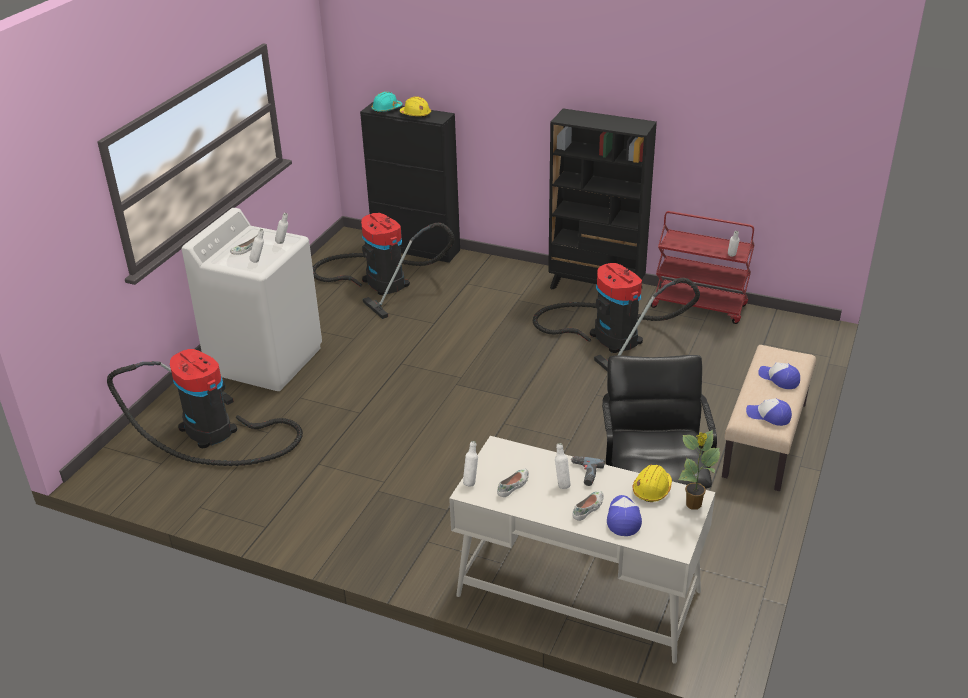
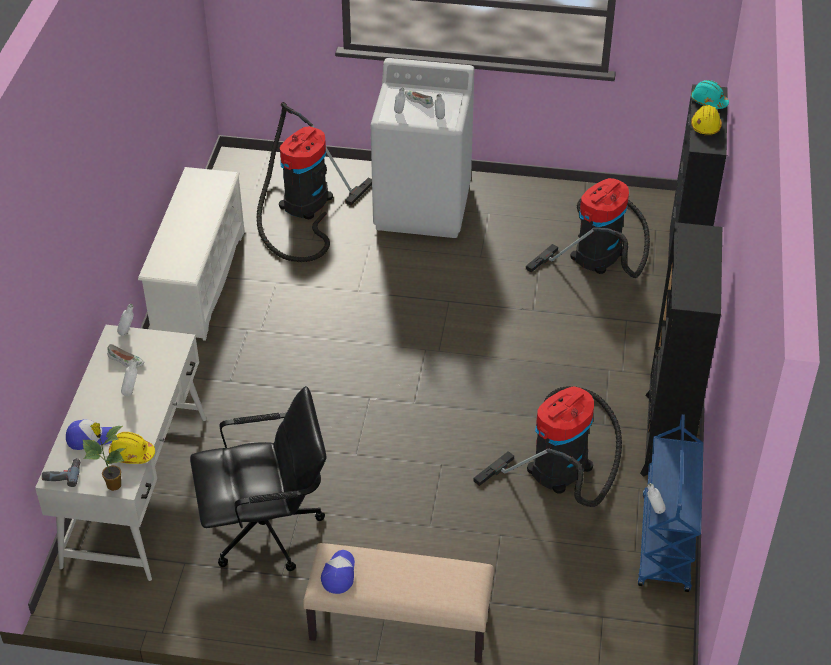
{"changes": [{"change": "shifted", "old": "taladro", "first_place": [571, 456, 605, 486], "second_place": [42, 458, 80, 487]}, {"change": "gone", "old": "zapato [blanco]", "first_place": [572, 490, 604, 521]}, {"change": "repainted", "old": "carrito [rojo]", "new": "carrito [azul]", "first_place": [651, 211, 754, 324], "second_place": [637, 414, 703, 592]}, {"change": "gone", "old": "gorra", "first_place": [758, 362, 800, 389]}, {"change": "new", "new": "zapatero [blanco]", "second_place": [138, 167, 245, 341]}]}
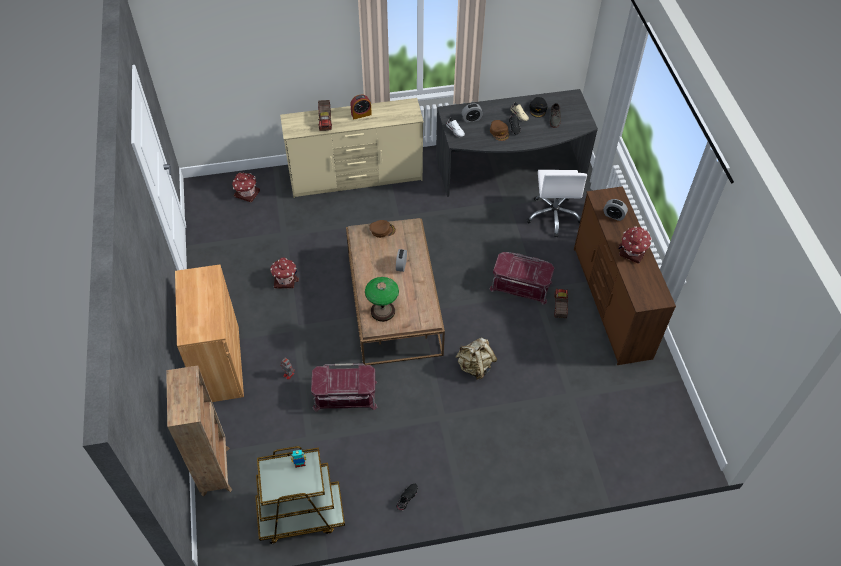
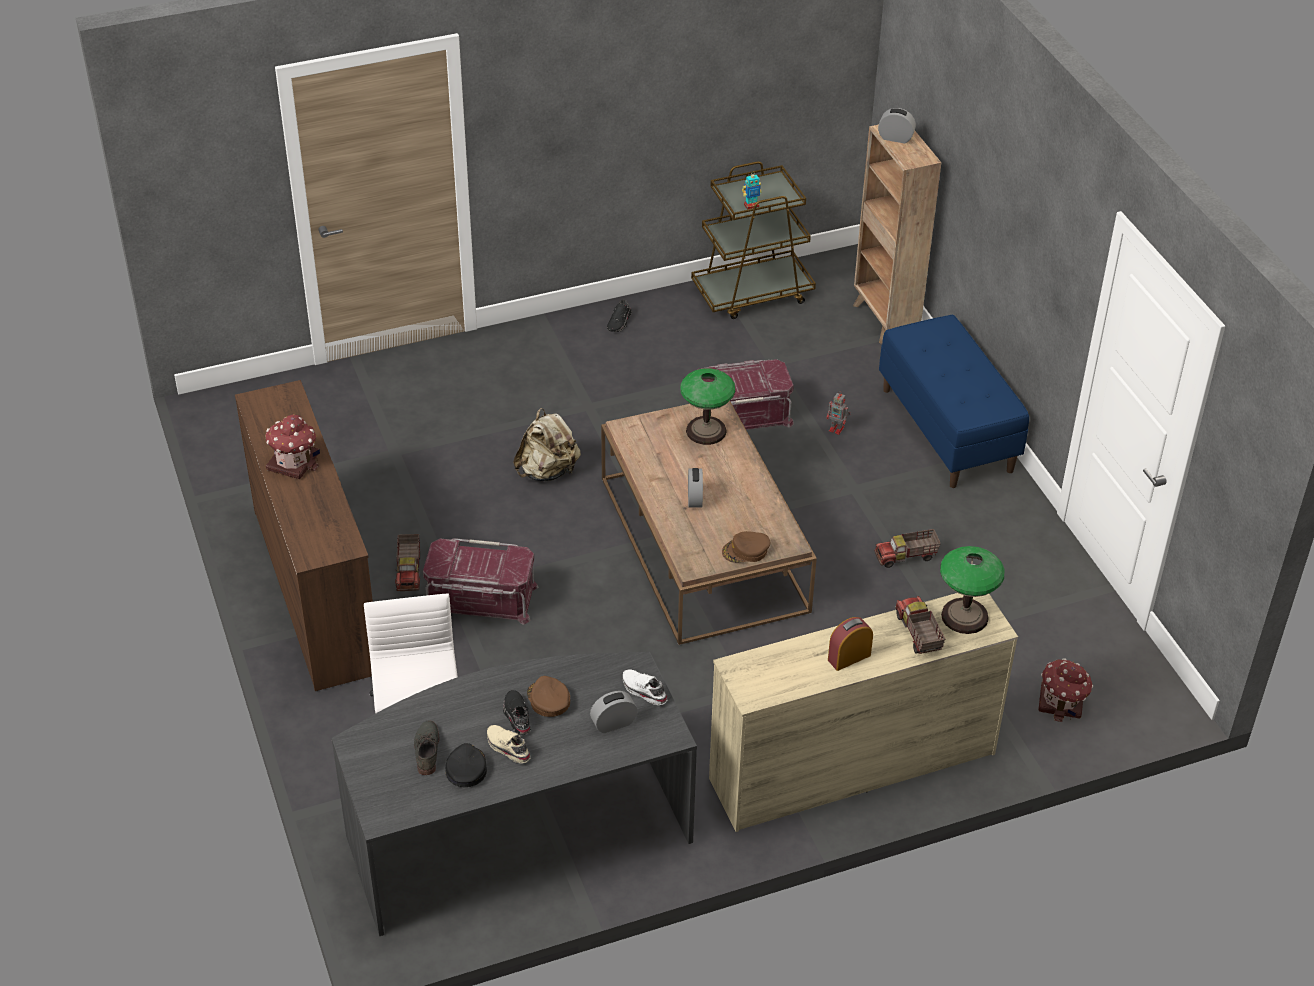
{"changes": [{"change": "swapped", "old": "armario [marrón]", "new": "banco [azul]", "first_place": [175, 264, 244, 402], "second_place": [879, 315, 1029, 488]}, {"change": "swapped", "old": "casita", "new": "camión de juguete", "first_place": [270, 257, 299, 288], "second_place": [875, 529, 941, 568]}, {"change": "shifted", "old": "despertador", "first_place": [603, 199, 628, 221], "second_place": [878, 108, 916, 144]}, {"change": "new", "new": "lámpara de mesa", "second_place": [940, 546, 1005, 634]}]}
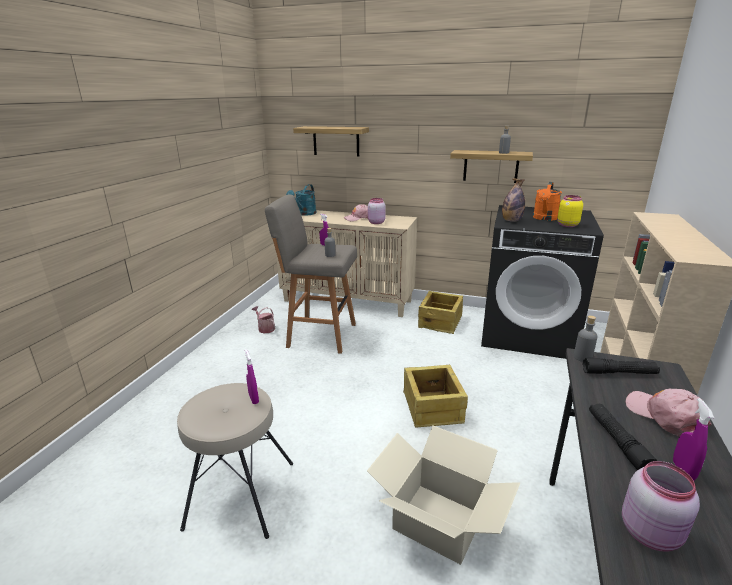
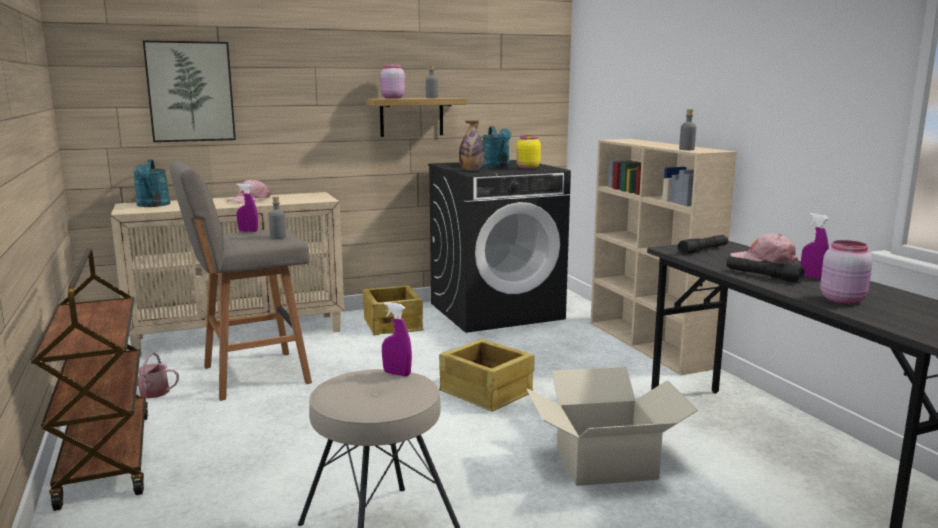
{"changes": [{"change": "swapped", "old": "estante", "new": "cuadro", "first_place": [293, 126, 369, 156], "second_place": [143, 40, 236, 142]}, {"change": "shifted", "old": "tarro [rosa]", "first_place": [368, 198, 386, 224], "second_place": [381, 65, 405, 98]}, {"change": "repainted", "old": "regadera [naranja]", "new": "regadera [turquesa]", "first_place": [533, 182, 562, 221], "second_place": [482, 126, 512, 168]}, {"change": "shifted", "old": "botella [gris]", "first_place": [574, 315, 597, 362], "second_place": [679, 109, 696, 150]}, {"change": "new", "new": "carrito [marrón]", "second_place": [31, 248, 148, 511]}]}
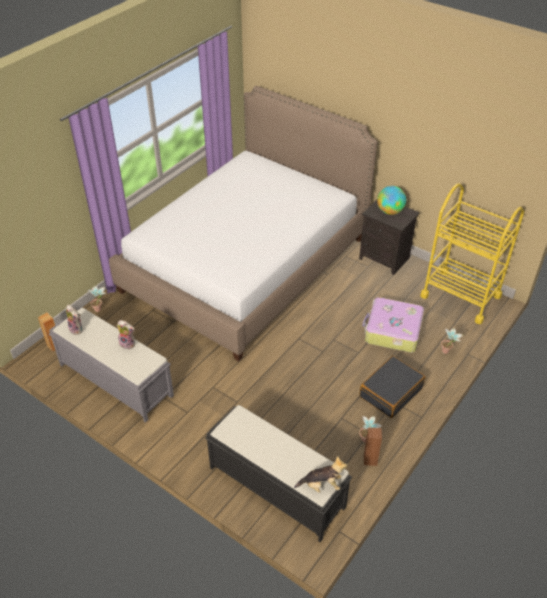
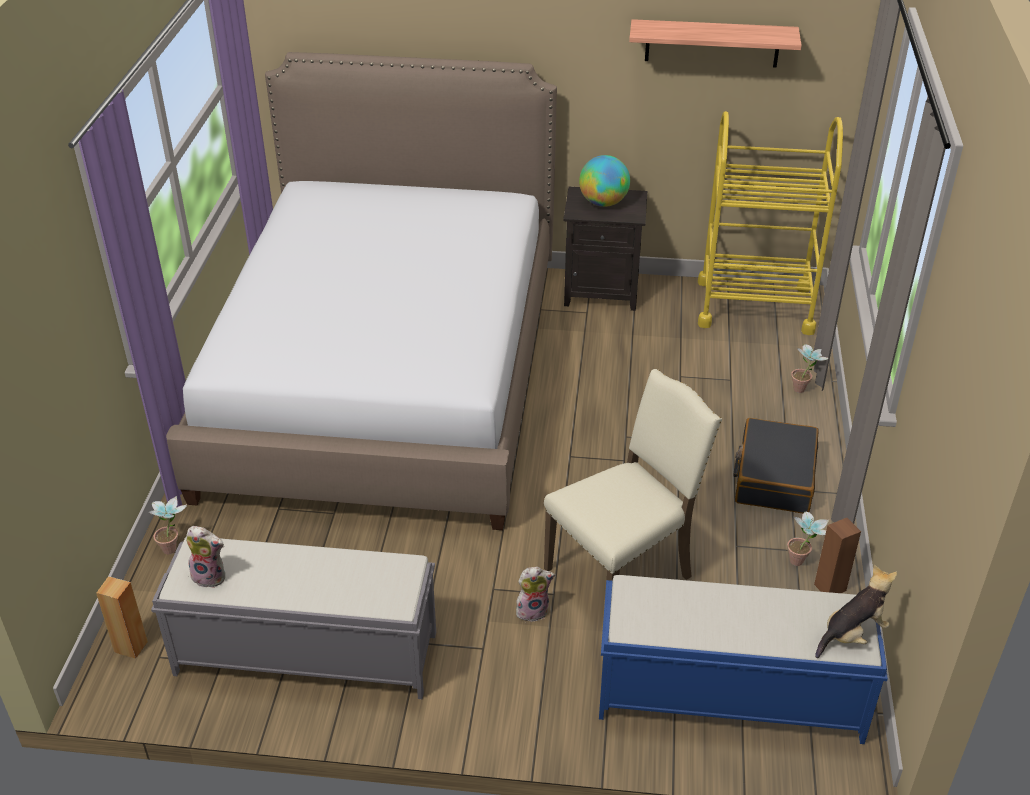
{"changes": [{"change": "shifted", "old": "peluche", "first_place": [117, 320, 135, 349], "second_place": [516, 567, 555, 622]}, {"change": "repainted", "old": "banco [negro]", "new": "banco [azul]", "first_place": [205, 405, 352, 542], "second_place": [599, 575, 888, 744]}, {"change": "gone", "old": "maleta", "first_place": [362, 297, 424, 353]}, {"change": "new", "new": "silla [beis]", "second_place": [544, 369, 722, 581]}, {"change": "new", "new": "estante", "second_place": [629, 19, 802, 68]}]}
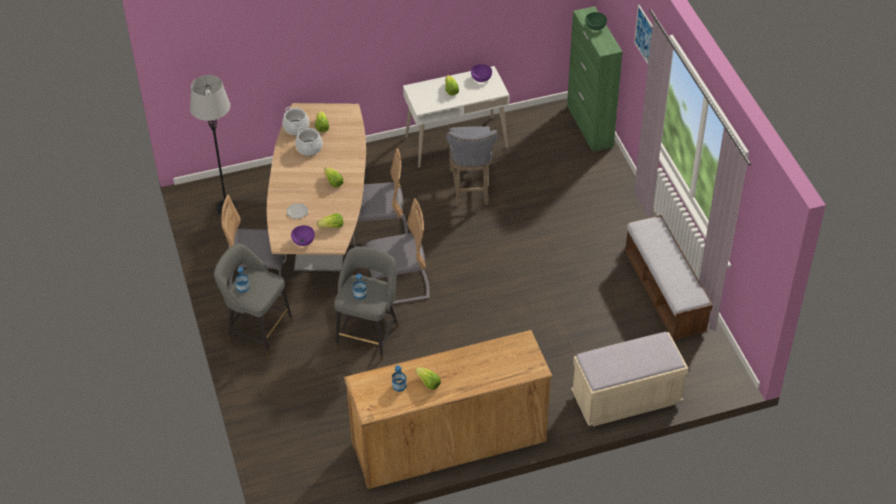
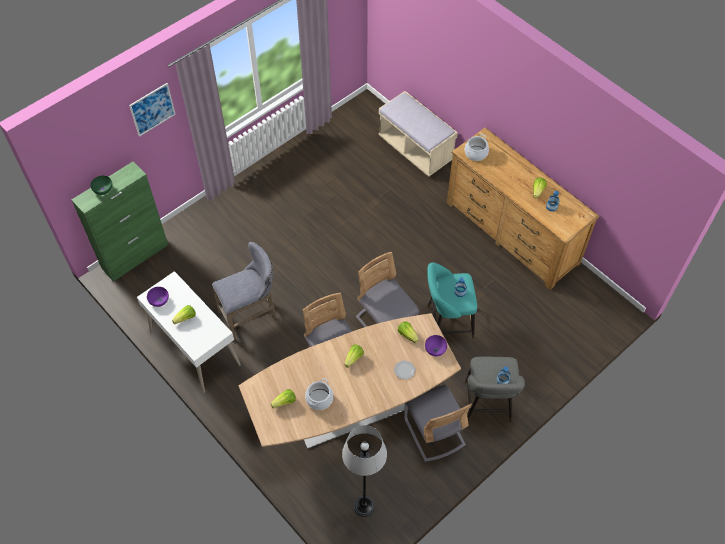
{"changes": [{"change": "shifted", "old": "olla", "first_place": [282, 107, 309, 135], "second_place": [465, 134, 489, 161]}, {"change": "repainted", "old": "taburete [gris]", "new": "taburete [turquesa]", "first_place": [334, 247, 399, 361], "second_place": [427, 263, 477, 339]}, {"change": "gone", "old": "banco", "first_place": [624, 215, 713, 340]}]}
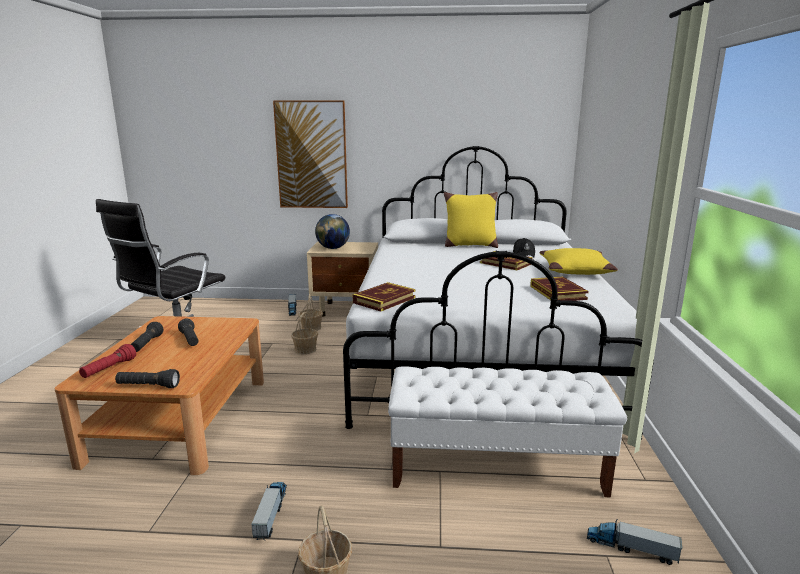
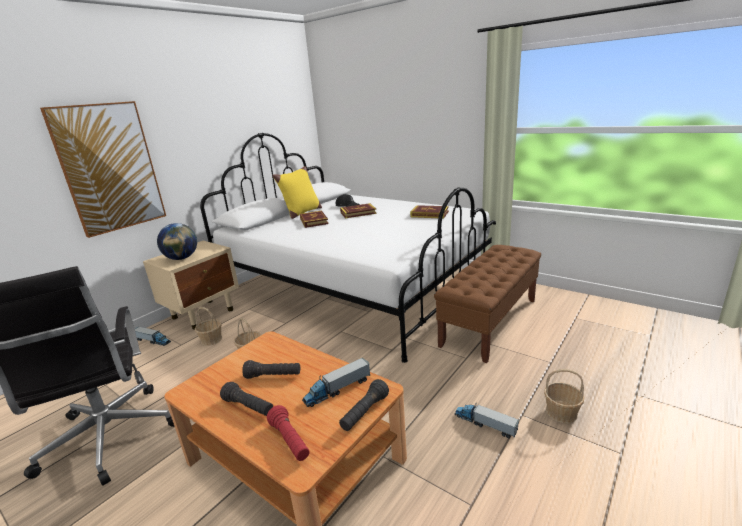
{"changes": [{"change": "shifted", "old": "libro", "first_place": [353, 282, 416, 312], "second_place": [300, 211, 328, 228]}, {"change": "repainted", "old": "banco [blanco]", "new": "banco [marrón]", "first_place": [388, 367, 627, 498], "second_place": [434, 245, 541, 363]}, {"change": "gone", "old": "cojín [amarillo]", "first_place": [539, 248, 618, 275]}, {"change": "shifted", "old": "camión de juguete", "first_place": [587, 519, 682, 565], "second_place": [302, 357, 370, 407]}]}
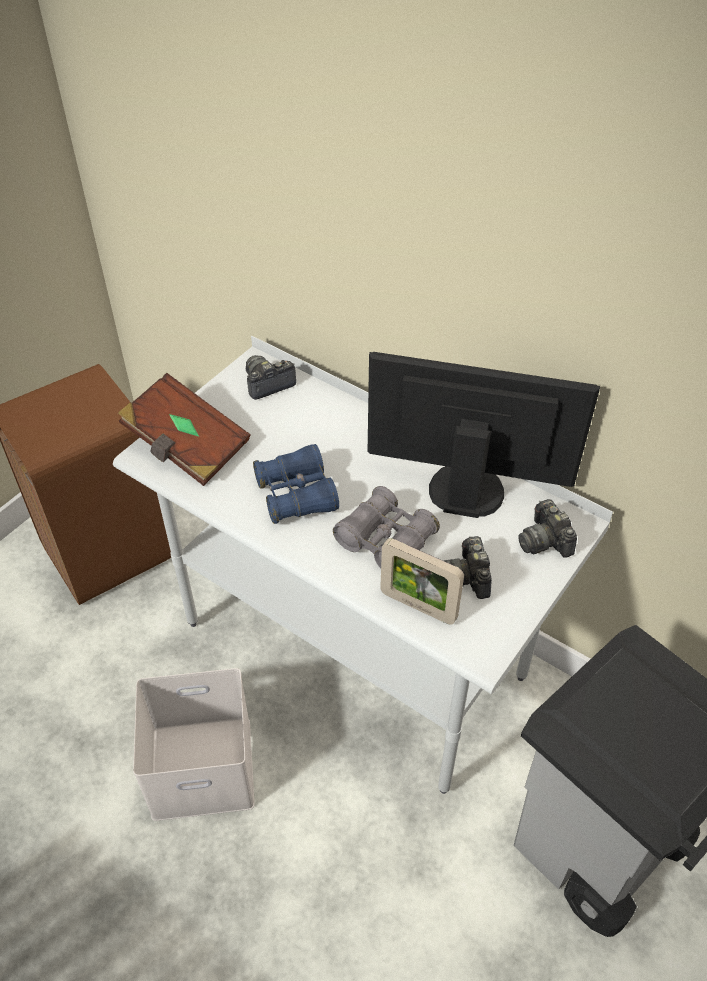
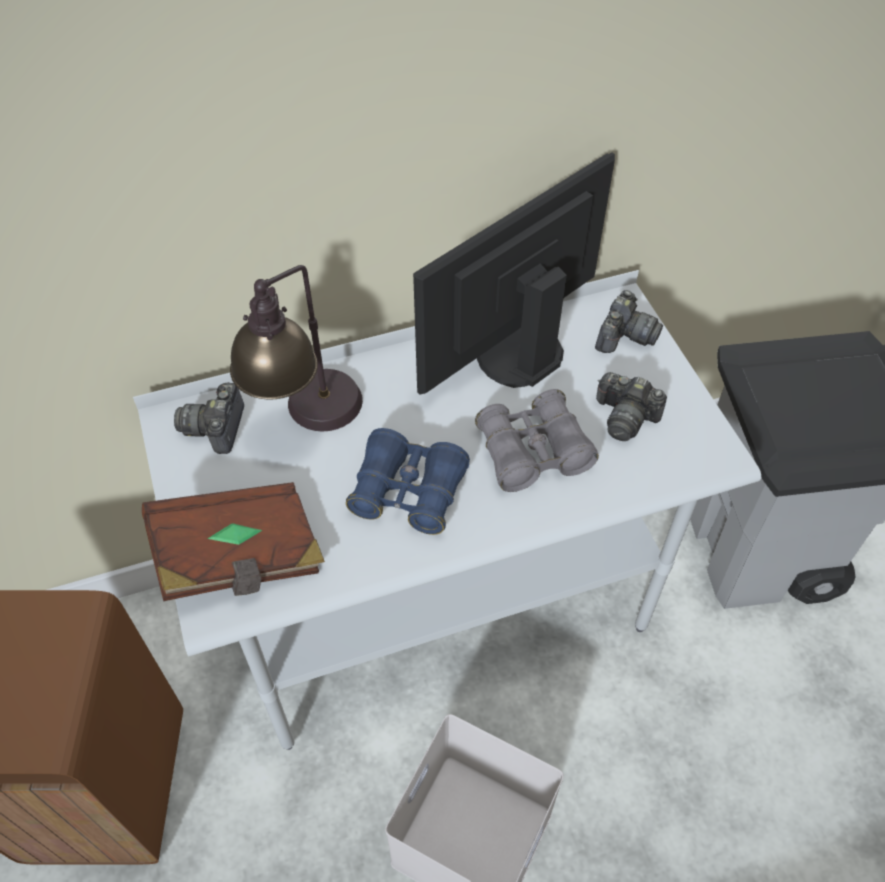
{"changes": [{"change": "gone", "old": "portarretratos", "first_place": [380, 538, 464, 625]}, {"change": "rotated", "old": "cámara", "first_place": [518, 499, 577, 558], "second_place": [595, 290, 663, 353], "degrees": -75}, {"change": "new", "new": "lámpara de mesa", "second_place": [230, 265, 363, 432]}]}
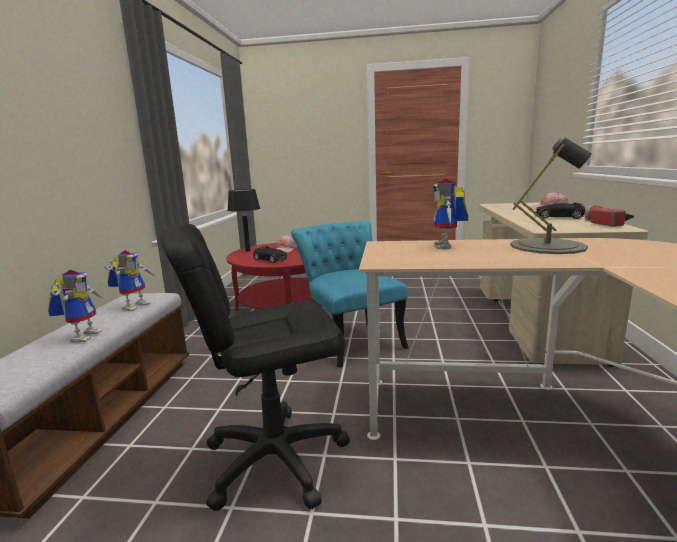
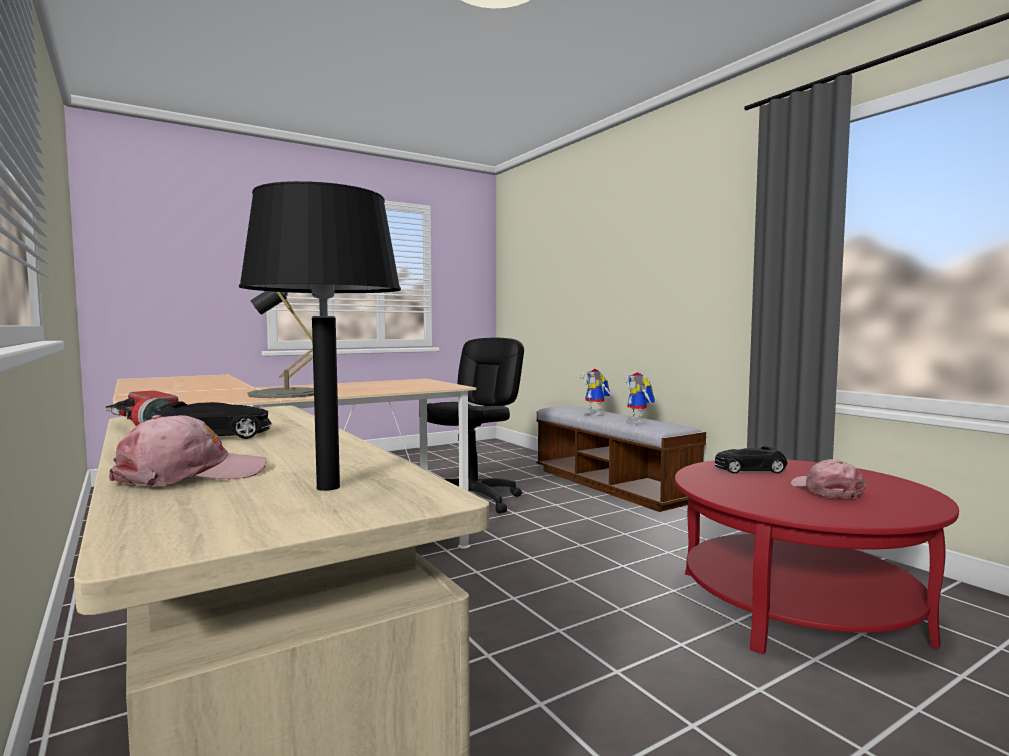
{"changes": [{"change": "shifted", "old": "lámpara de mesa [negro]", "first_place": [227, 189, 260, 252], "second_place": [239, 181, 401, 491]}, {"change": "gone", "old": "silla [turquesa]", "first_place": [291, 221, 409, 367]}, {"change": "gone", "old": "robot de juguete", "first_place": [433, 179, 468, 249]}]}
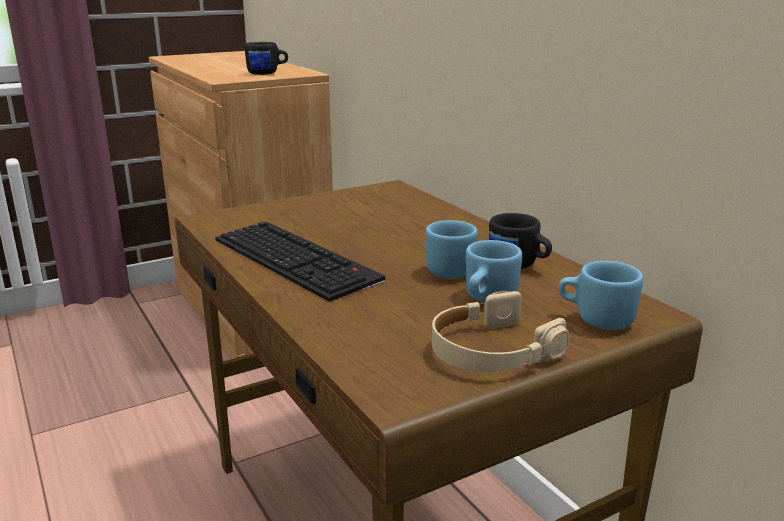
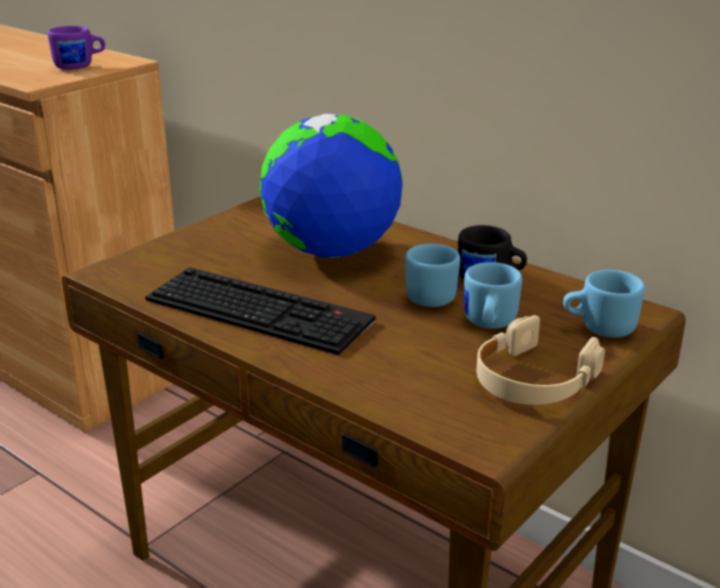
{"changes": [{"change": "repainted", "old": "taza grande [negro]", "new": "taza grande [morado]", "first_place": [244, 42, 288, 75], "second_place": [48, 26, 105, 70]}, {"change": "new", "new": "globo terráqueo", "second_place": [259, 114, 403, 258]}]}
